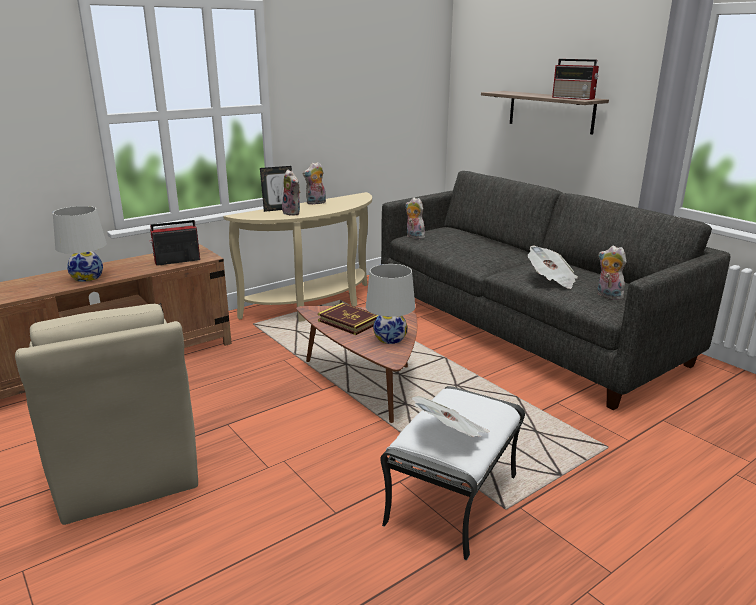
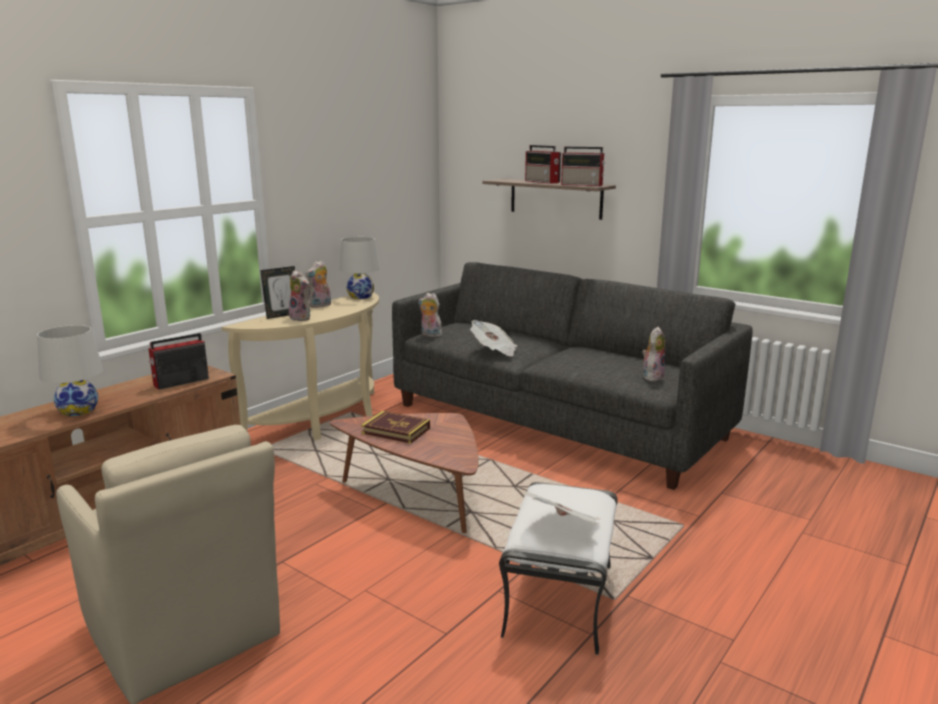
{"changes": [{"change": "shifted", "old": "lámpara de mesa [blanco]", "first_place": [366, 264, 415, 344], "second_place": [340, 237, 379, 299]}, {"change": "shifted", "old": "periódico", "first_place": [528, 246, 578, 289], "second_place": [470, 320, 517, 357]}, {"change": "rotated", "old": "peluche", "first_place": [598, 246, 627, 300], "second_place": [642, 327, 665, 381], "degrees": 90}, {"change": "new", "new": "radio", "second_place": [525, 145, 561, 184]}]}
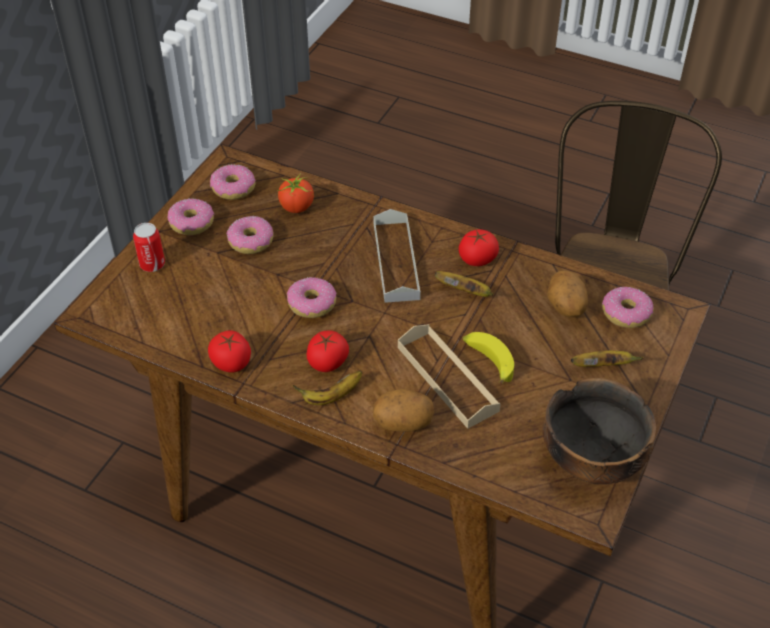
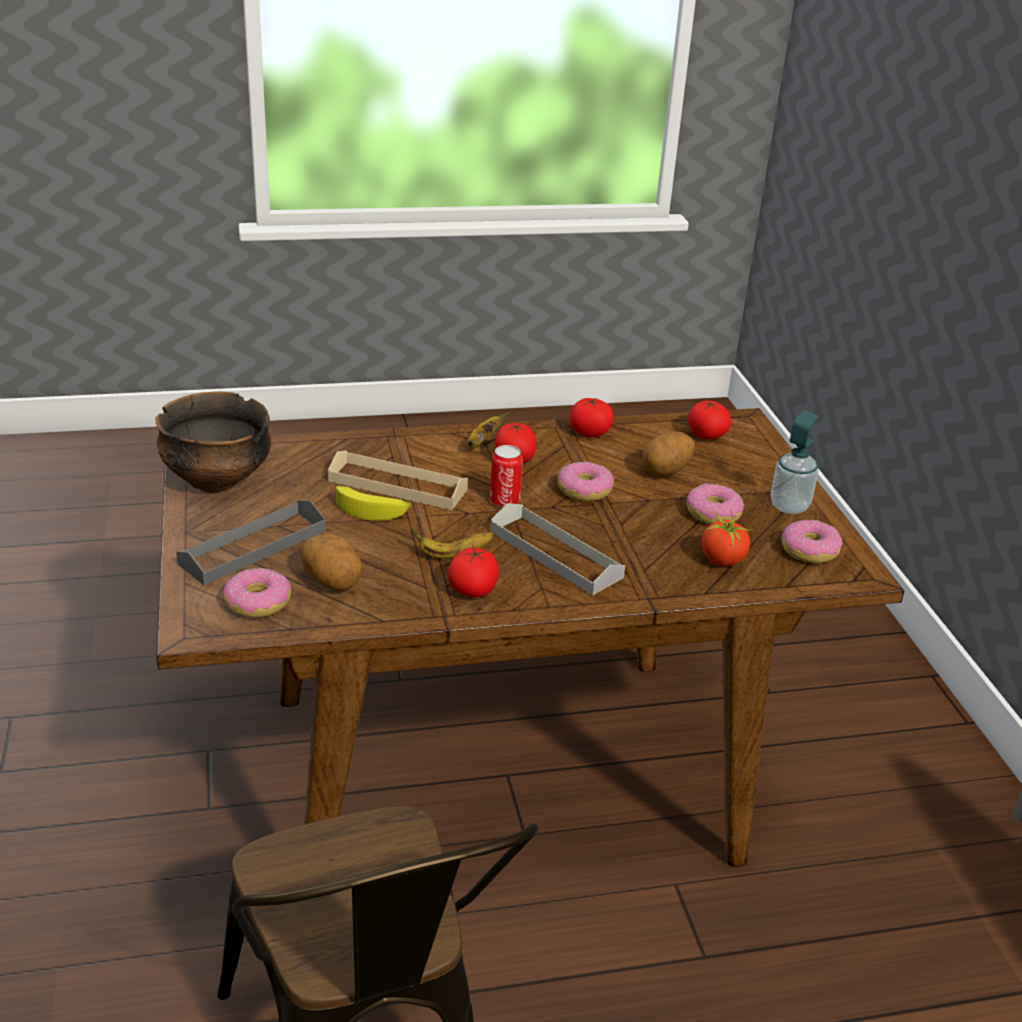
{"changes": [{"change": "shifted", "old": "lata", "first_place": [133, 223, 165, 272], "second_place": [490, 445, 523, 507]}, {"change": "swapped", "old": "rosquilla", "new": "dispensador de jabón", "first_place": [168, 198, 214, 235], "second_place": [771, 411, 818, 514]}, {"change": "shifted", "old": "patata", "first_place": [373, 388, 434, 432], "second_place": [642, 432, 696, 476]}, {"change": "swapped", "old": "plátano", "new": "bandeja [gris]", "first_place": [571, 350, 644, 367], "second_place": [176, 500, 325, 585]}, {"change": "new", "new": "tomate", "second_place": [688, 399, 731, 439]}]}
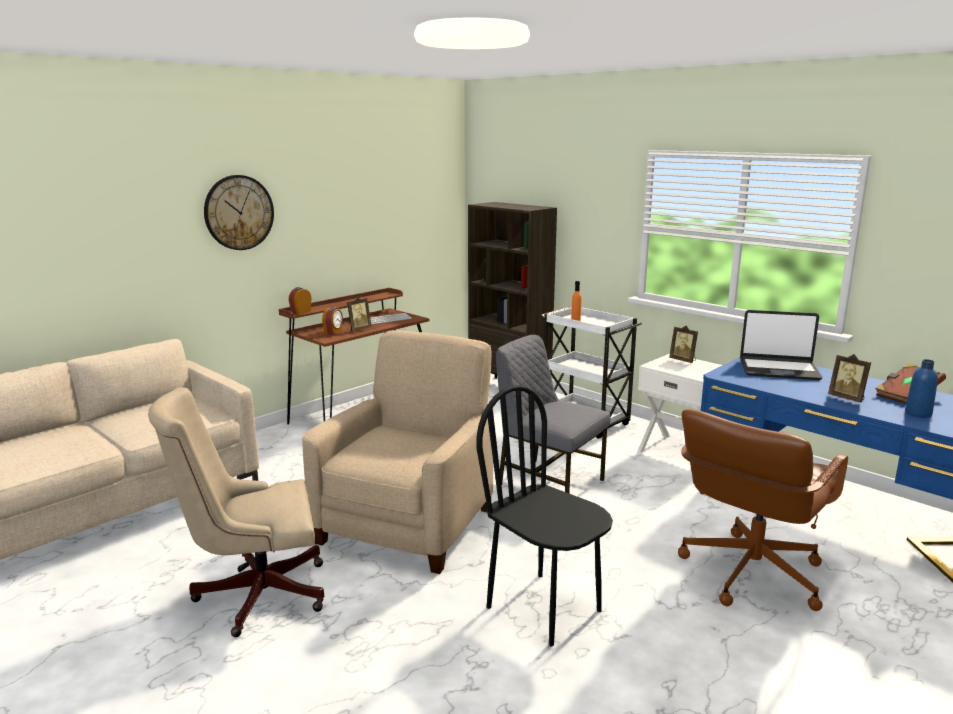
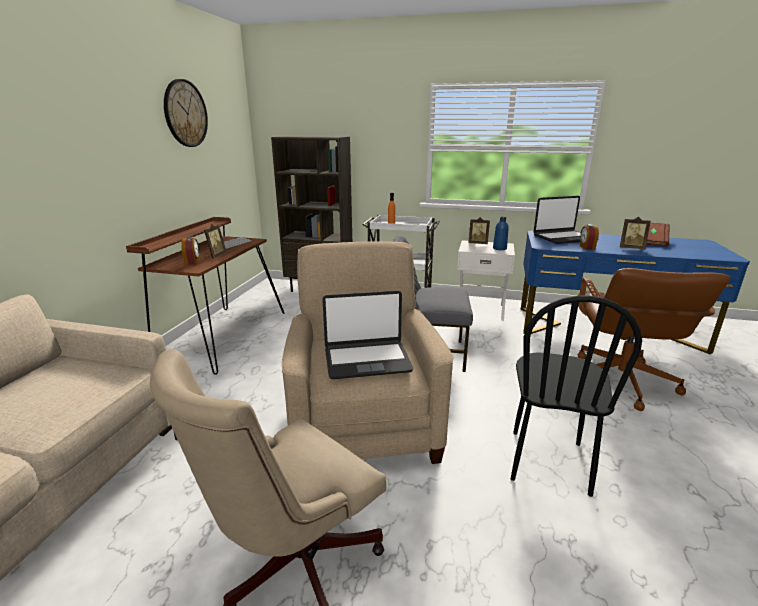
{"changes": [{"change": "shifted", "old": "reloj de pared", "first_place": [204, 175, 274, 250], "second_place": [164, 79, 208, 147]}, {"change": "shifted", "old": "despertador", "first_place": [289, 287, 312, 315], "second_place": [580, 224, 599, 250]}, {"change": "rotated", "old": "silla [negro]", "first_place": [476, 385, 613, 646], "second_place": [511, 296, 642, 497], "degrees": -90}, {"change": "shifted", "old": "botella [azul]", "first_place": [905, 359, 938, 418], "second_place": [493, 217, 509, 250]}, {"change": "new", "new": "portátil", "second_place": [322, 291, 413, 379]}]}
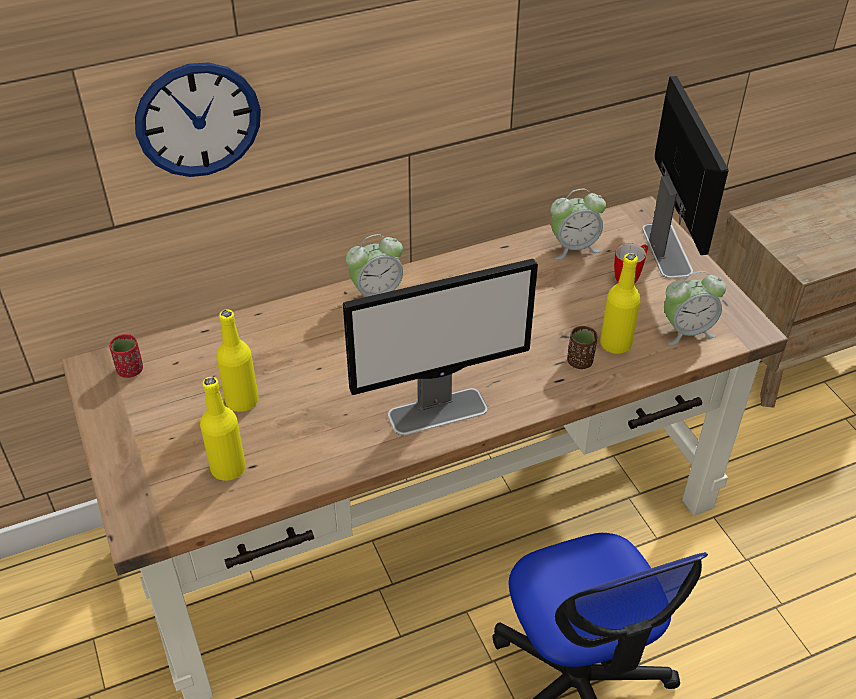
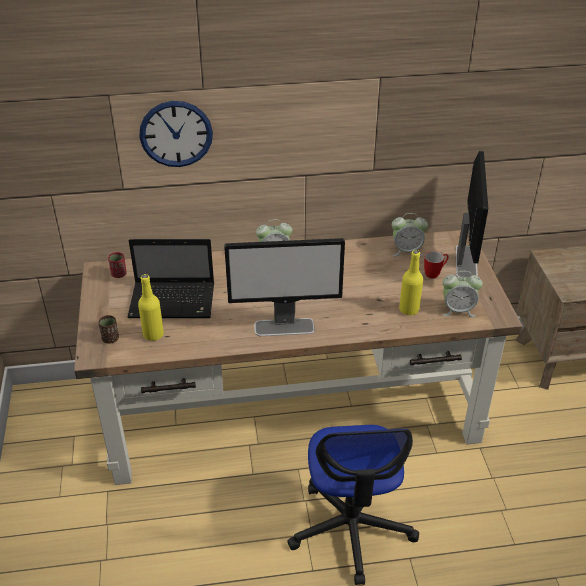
{"changes": [{"change": "swapped", "old": "botella [amarillo]", "new": "portátil", "first_place": [216, 310, 259, 412], "second_place": [127, 239, 214, 318]}, {"change": "shifted", "old": "taza [marrón]", "first_place": [567, 326, 597, 369], "second_place": [98, 315, 119, 344]}]}
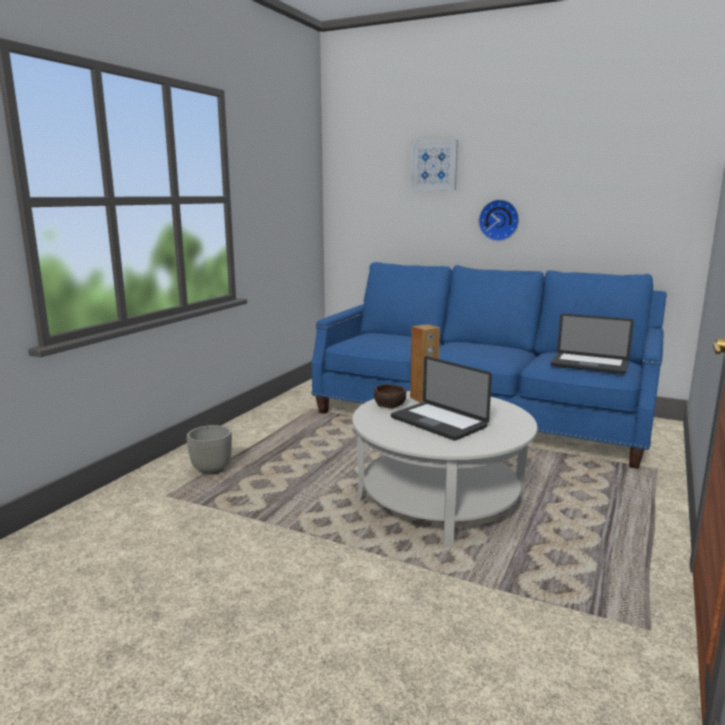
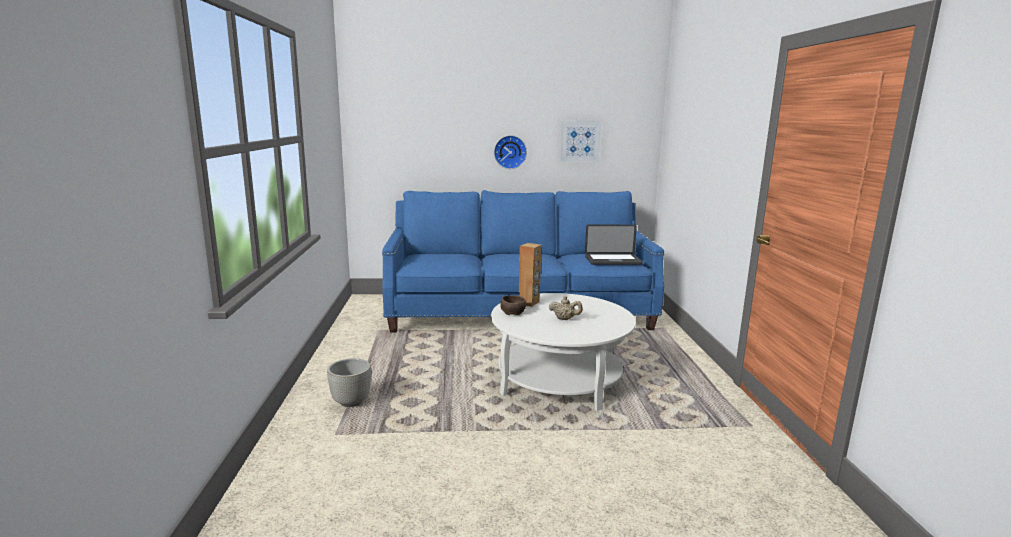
{"changes": [{"change": "swapped", "old": "portátil", "new": "tetera [beis]", "first_place": [391, 356, 492, 441], "second_place": [549, 296, 583, 320]}, {"change": "shifted", "old": "cuadro", "first_place": [411, 140, 458, 190], "second_place": [560, 121, 601, 162]}]}
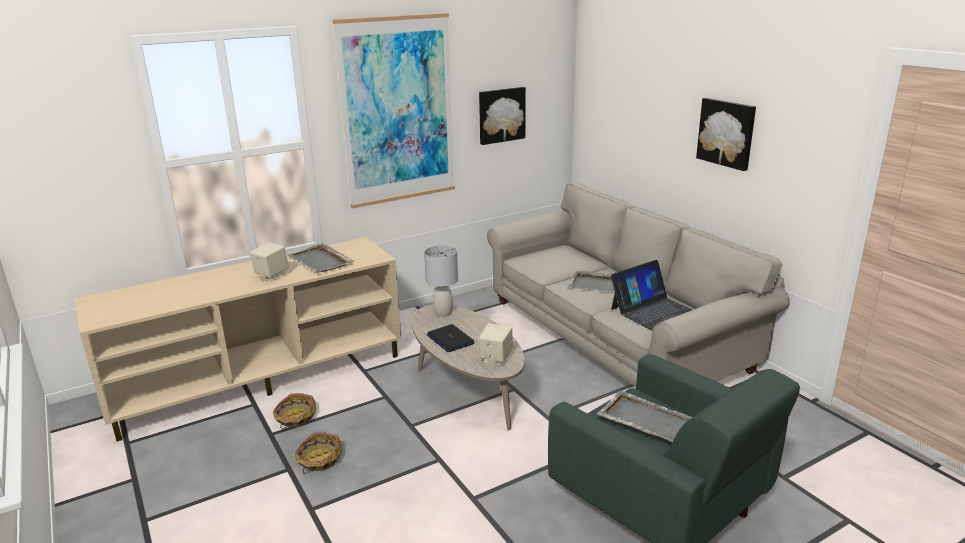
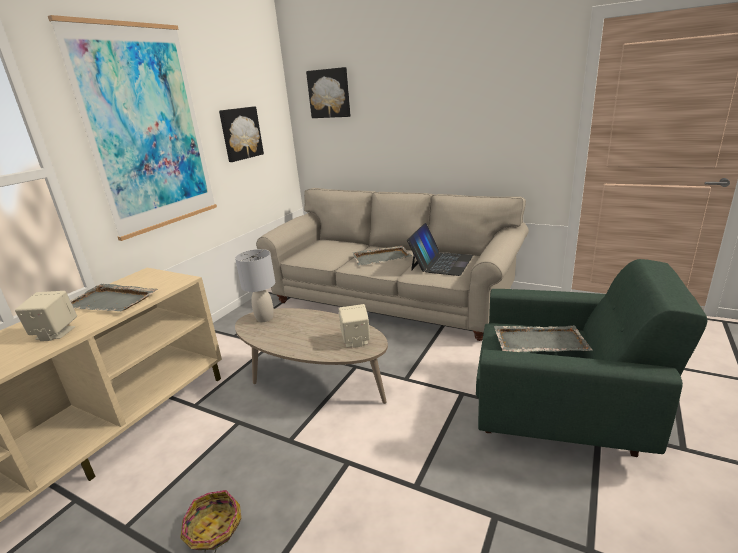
{"changes": [{"change": "gone", "old": "cesta", "first_place": [273, 393, 316, 429]}, {"change": "gone", "old": "portátil", "first_place": [426, 324, 475, 352]}, {"change": "shifted", "old": "cuadro", "first_place": [696, 98, 756, 171], "second_place": [306, 67, 351, 118]}]}
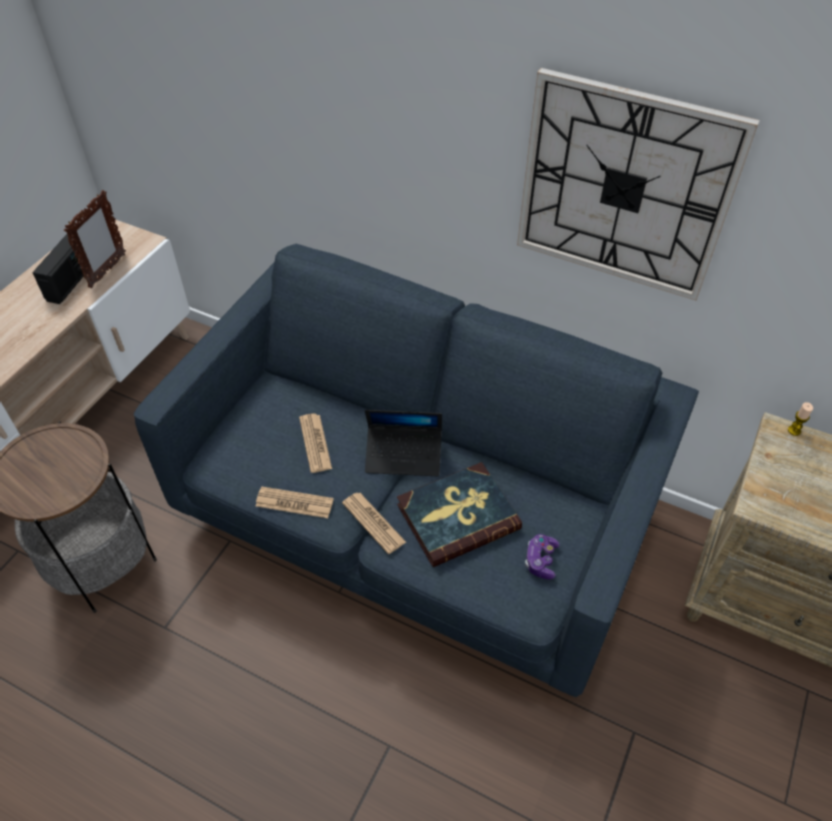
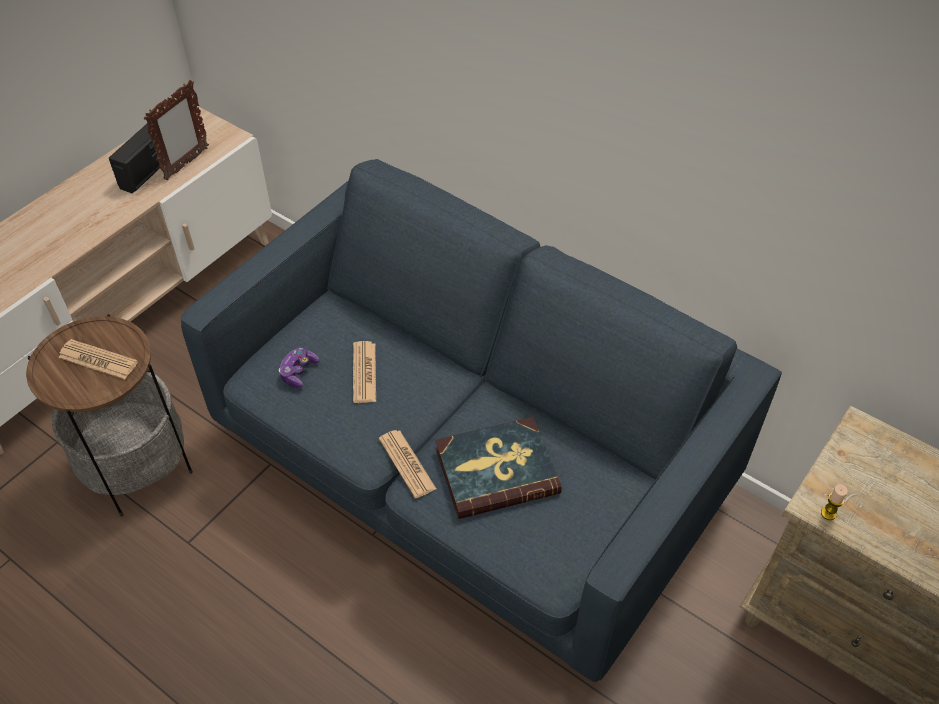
{"changes": [{"change": "shifted", "old": "periódico", "first_place": [256, 487, 334, 518], "second_place": [58, 339, 138, 379]}, {"change": "gone", "old": "portátil", "first_place": [365, 410, 442, 476]}, {"change": "gone", "old": "reloj de pared", "first_place": [517, 68, 760, 301]}, {"change": "shifted", "old": "mando de consola", "first_place": [525, 534, 560, 579], "second_place": [279, 347, 319, 388]}, {"change": "shifted", "old": "vela", "first_place": [788, 402, 813, 436], "second_place": [821, 484, 848, 520]}]}
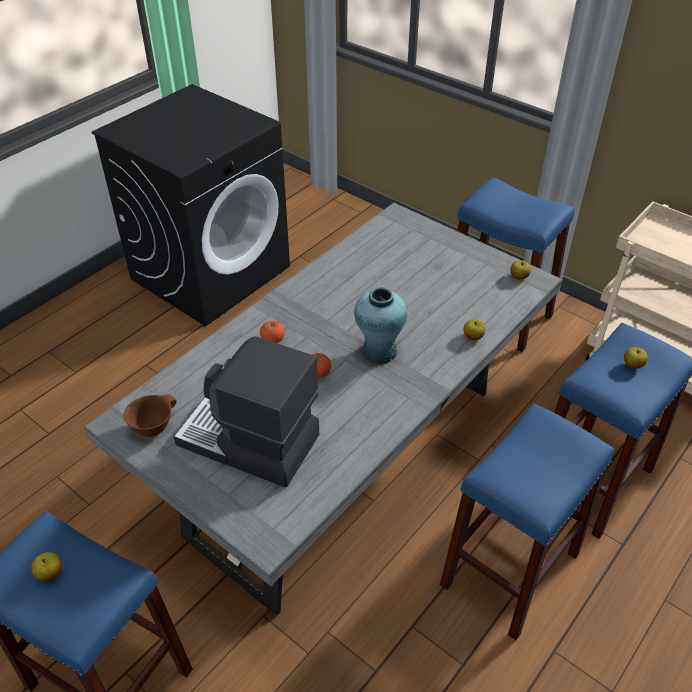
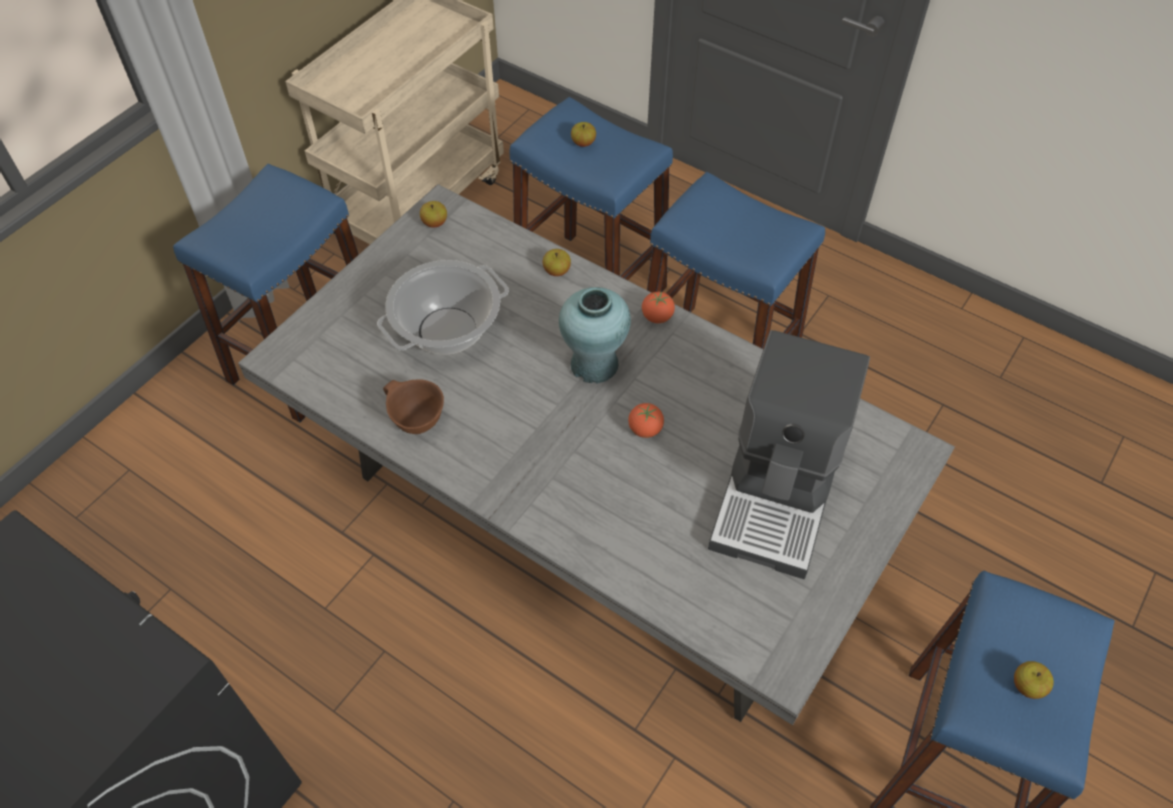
{"changes": [{"change": "shifted", "old": "cuenco [marrón]", "first_place": [124, 394, 176, 437], "second_place": [383, 379, 444, 434]}, {"change": "shifted", "old": "tomate", "first_place": [260, 321, 285, 343], "second_place": [642, 292, 675, 323]}, {"change": "new", "new": "olla", "second_place": [377, 260, 509, 354]}]}
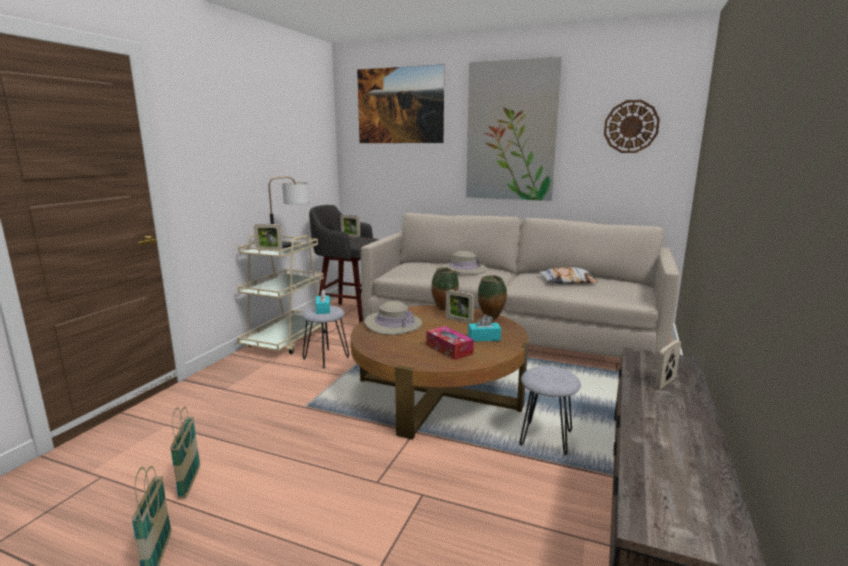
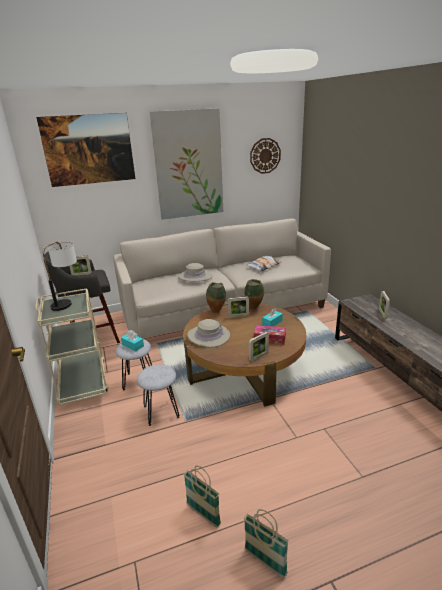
{"changes": [{"change": "shifted", "old": "portarretratos", "first_place": [254, 224, 283, 250], "second_place": [249, 332, 269, 362]}, {"change": "shifted", "old": "taburete [gris]", "first_place": [519, 366, 581, 456], "second_place": [137, 365, 179, 426]}]}
